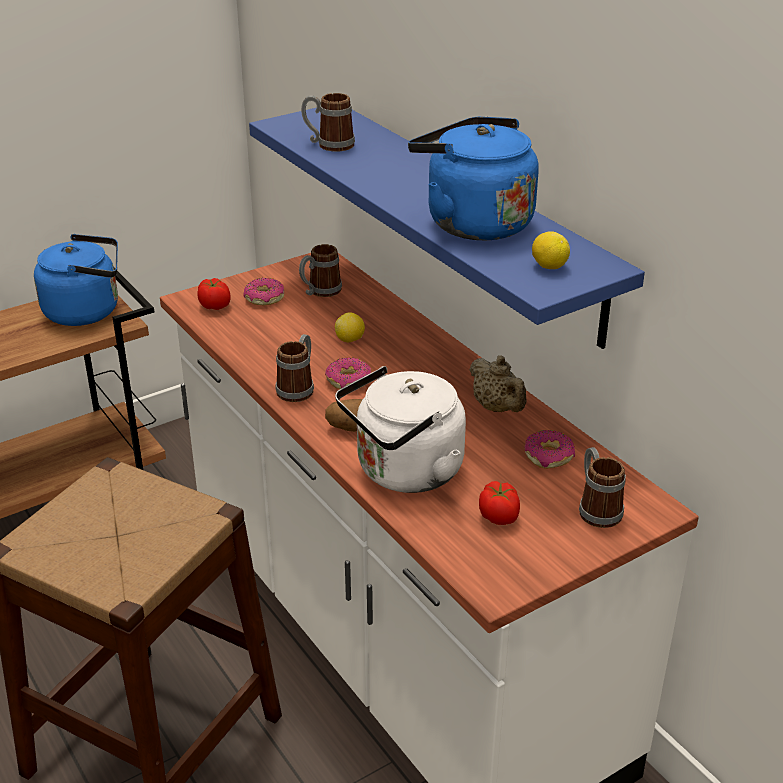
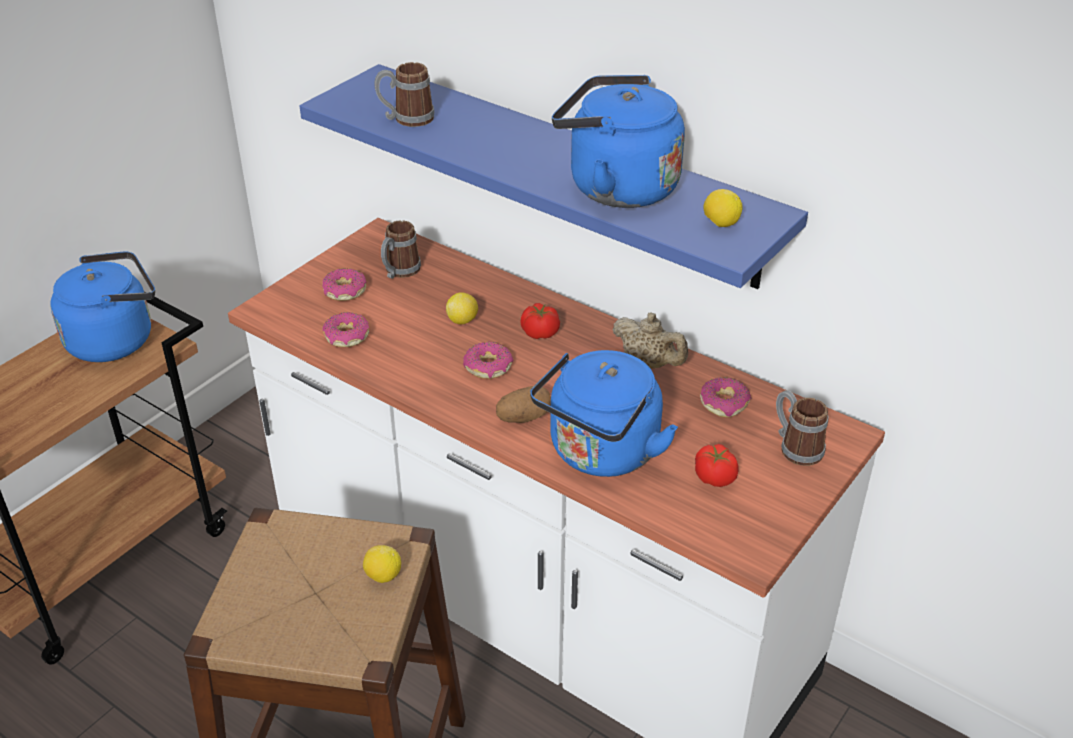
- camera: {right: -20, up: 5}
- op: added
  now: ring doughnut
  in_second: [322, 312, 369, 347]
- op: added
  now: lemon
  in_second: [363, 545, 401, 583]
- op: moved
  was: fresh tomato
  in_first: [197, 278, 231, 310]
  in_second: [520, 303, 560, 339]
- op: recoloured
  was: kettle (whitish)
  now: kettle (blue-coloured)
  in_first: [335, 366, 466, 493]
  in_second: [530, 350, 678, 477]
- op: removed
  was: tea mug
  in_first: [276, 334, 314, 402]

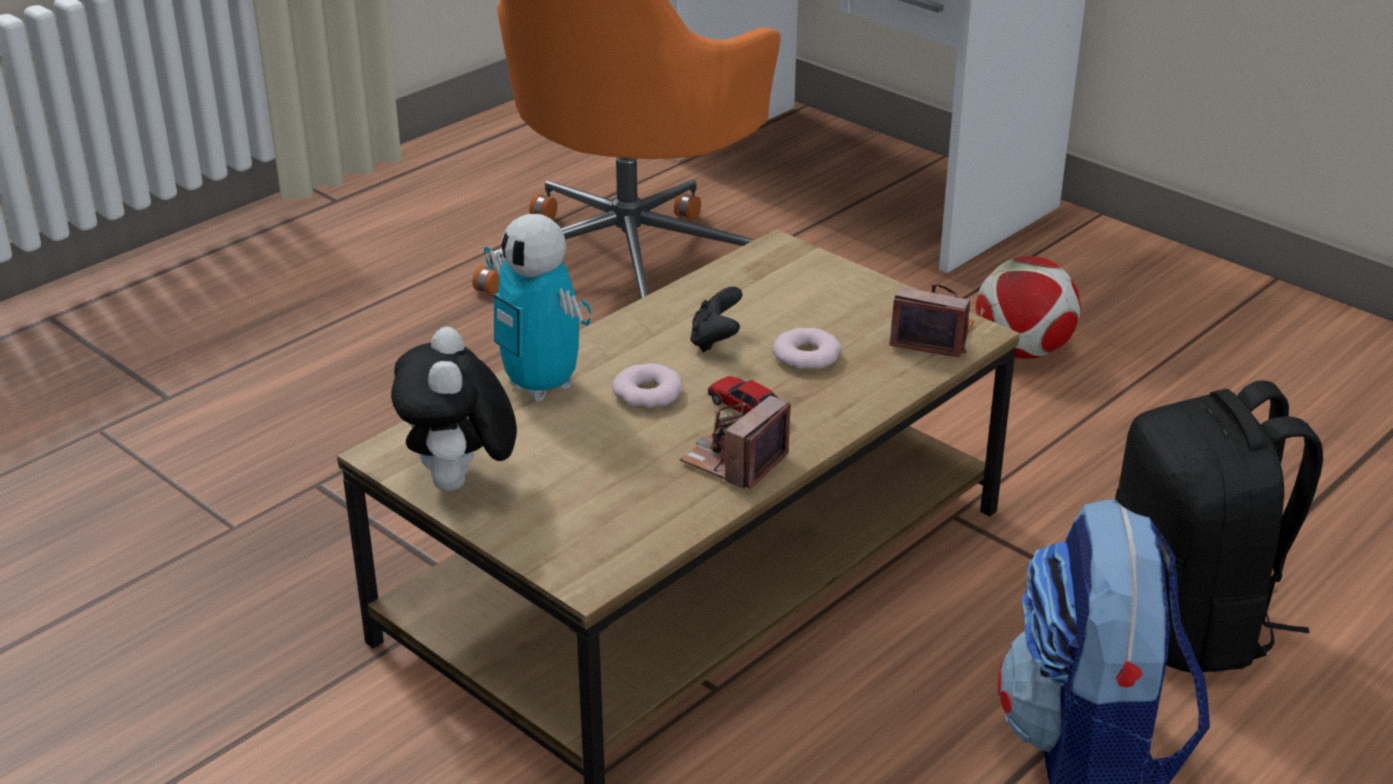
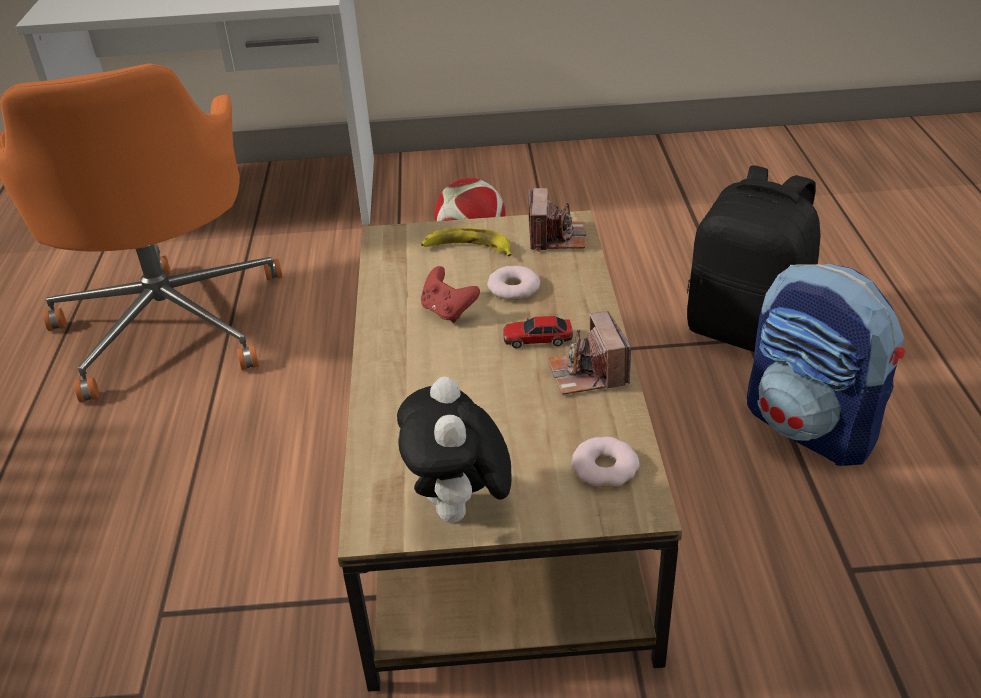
- camera: {right: -45, up: 5}
- op: turned
  was: cuddly toy
  in_first: [391, 327, 517, 491]
  in_second: [397, 377, 511, 523]
  clockwise: 45
- op: added
  now: banana
  in_second: [421, 227, 512, 256]
- op: recoloured
  was: game controller (blackish)
  now: game controller (reddish)
  in_first: [690, 287, 742, 352]
  in_second: [421, 266, 480, 323]
- op: turned
  was: photo camera
  in_first: [890, 283, 974, 358]
  in_second: [528, 188, 586, 252]
  clockwise: 120
- op: moved
  was: ring doughnut
  in_first: [612, 363, 683, 409]
  in_second: [571, 437, 640, 488]
- op: removed
  was: toy robot
  in_first: [484, 214, 591, 401]

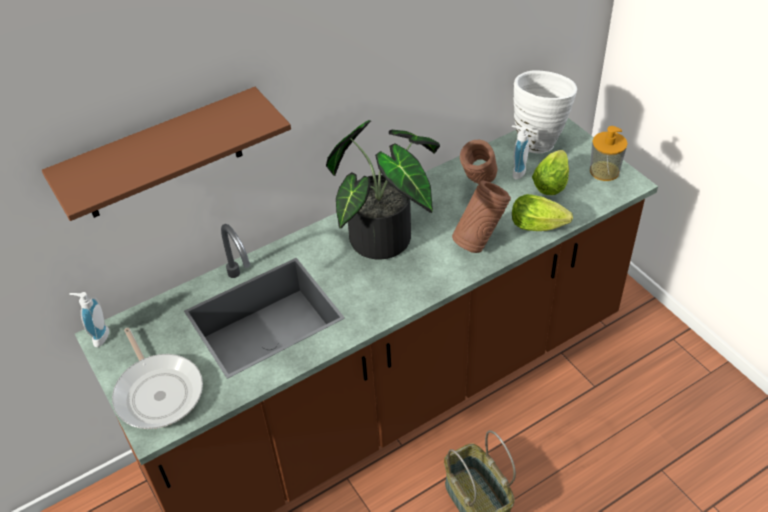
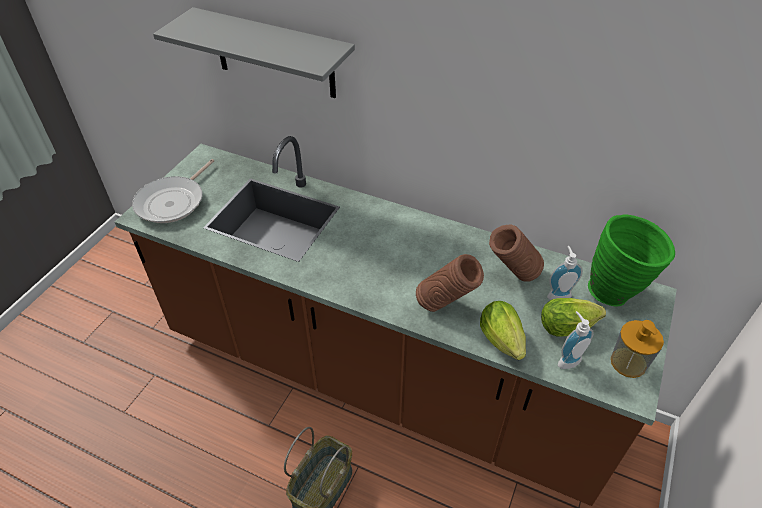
- camera: {right: 55, up: 0}
- op: recoloured
  was: wall shelf (brownish)
  now: wall shelf (greyish)
  in_first: [42, 87, 291, 221]
  in_second: [153, 7, 355, 98]
- op: moved
  was: soap dispenser
  in_first: [70, 292, 109, 347]
  in_second: [558, 311, 594, 369]
- op: recoloured
  was: decorative vase (whitish)
  now: decorative vase (green)
  in_first: [514, 70, 577, 153]
  in_second: [588, 215, 675, 307]
- op: removed
  was: plant in a pot
  in_first: [326, 120, 440, 259]

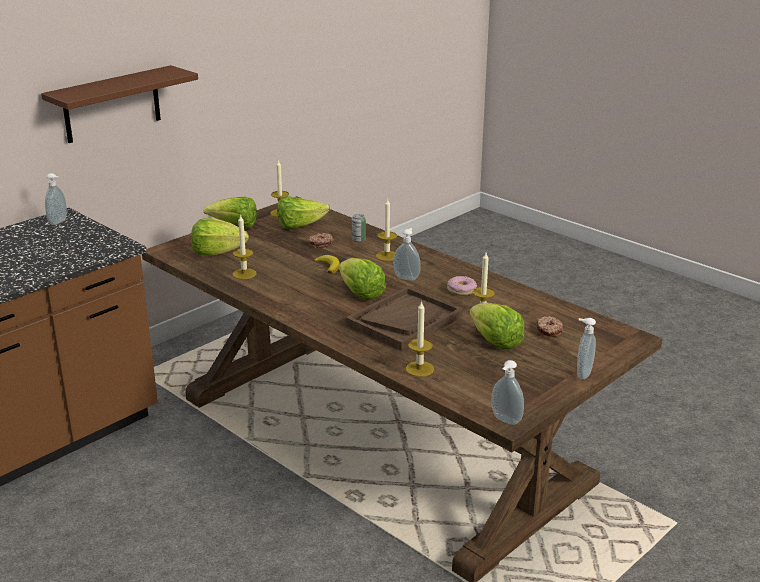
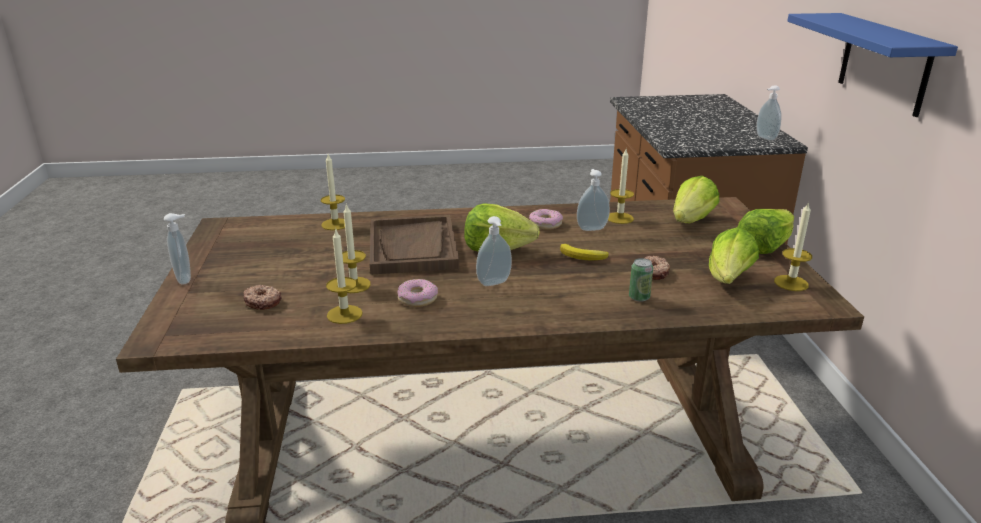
- camera: {right: 130, up: 0}
- op: moved
  was: wax light
  in_first: [376, 198, 397, 261]
  in_second: [326, 228, 363, 324]
- op: added
  now: ring doughnut
  in_second: [529, 209, 563, 230]
- op: moved
  was: soap dispenser
  in_first: [491, 360, 524, 425]
  in_second: [577, 169, 610, 231]
- op: recoloured
  was: wall shelf (brownish)
  now: wall shelf (blue-coloured)
  in_first: [41, 65, 198, 143]
  in_second: [787, 13, 958, 117]
- op: removed
  was: lettuce
  in_first: [469, 303, 524, 350]

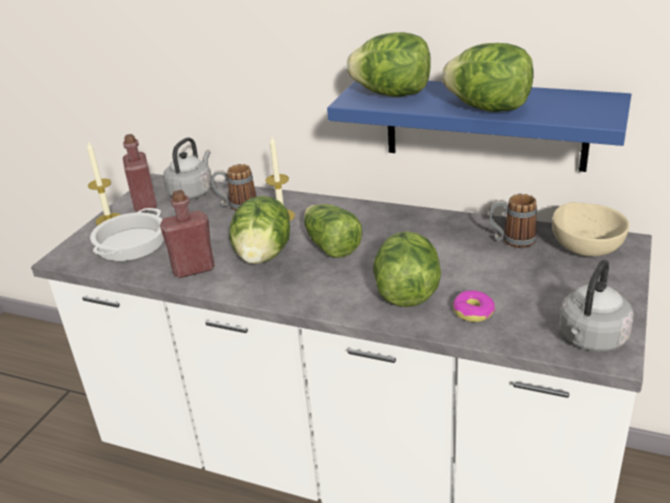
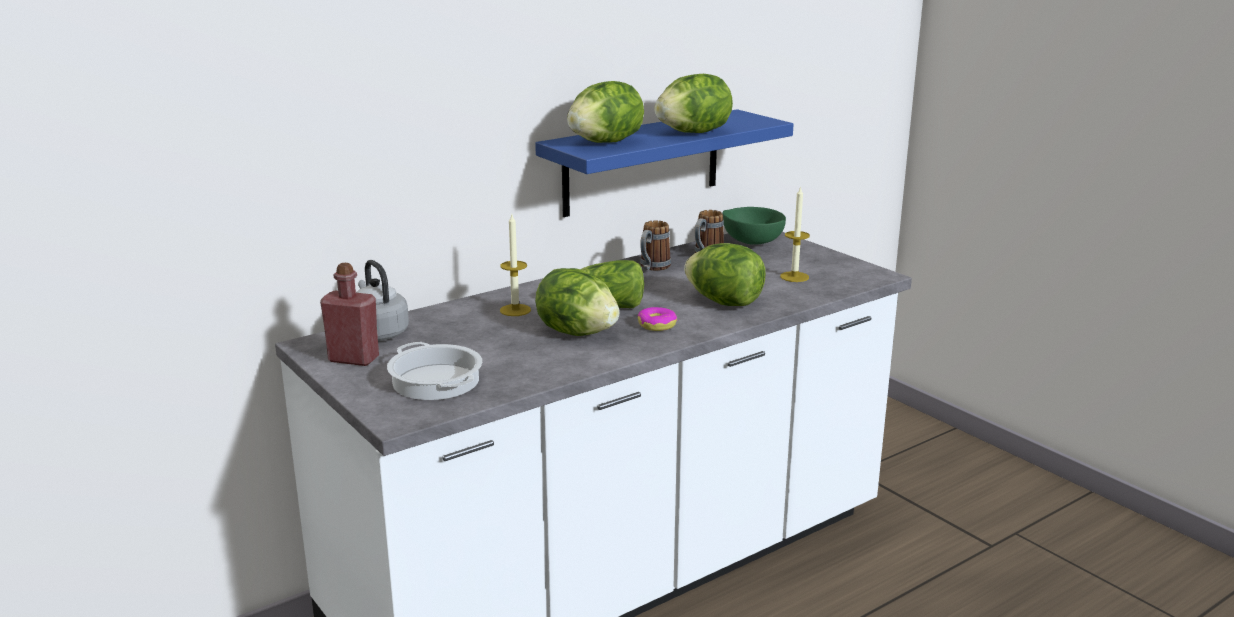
- camera: {right: -60, up: -10}
- op: moved
  was: ring doughnut
  in_first: [453, 290, 495, 322]
  in_second: [638, 307, 677, 331]
- op: moved
  was: tea mug
  in_first: [211, 164, 257, 211]
  in_second: [640, 220, 671, 271]
- op: recoloured
  was: serving bowl (beige-coloured)
  now: serving bowl (green)
  in_first: [552, 202, 629, 256]
  in_second: [722, 207, 786, 245]
- op: moved
  was: wax light
  in_first: [87, 142, 121, 225]
  in_second: [780, 186, 810, 282]
- op: removed
  was: beverage bottle (reddish)
  in_first: [160, 190, 215, 278]
- op: removed
  was: kettle (greyish)
  in_first: [559, 260, 634, 351]

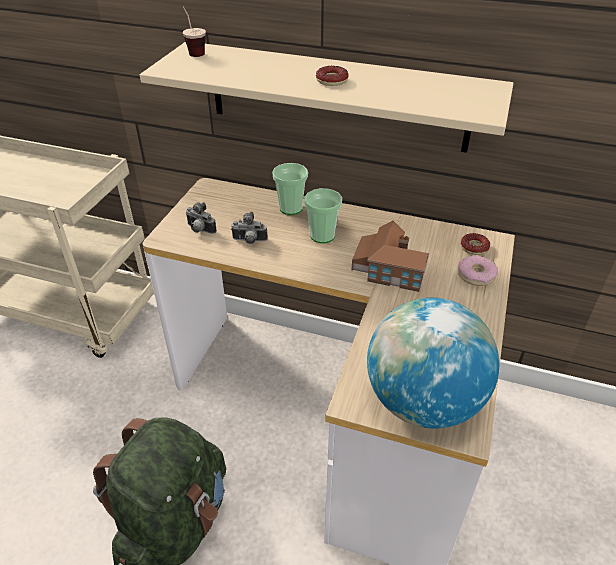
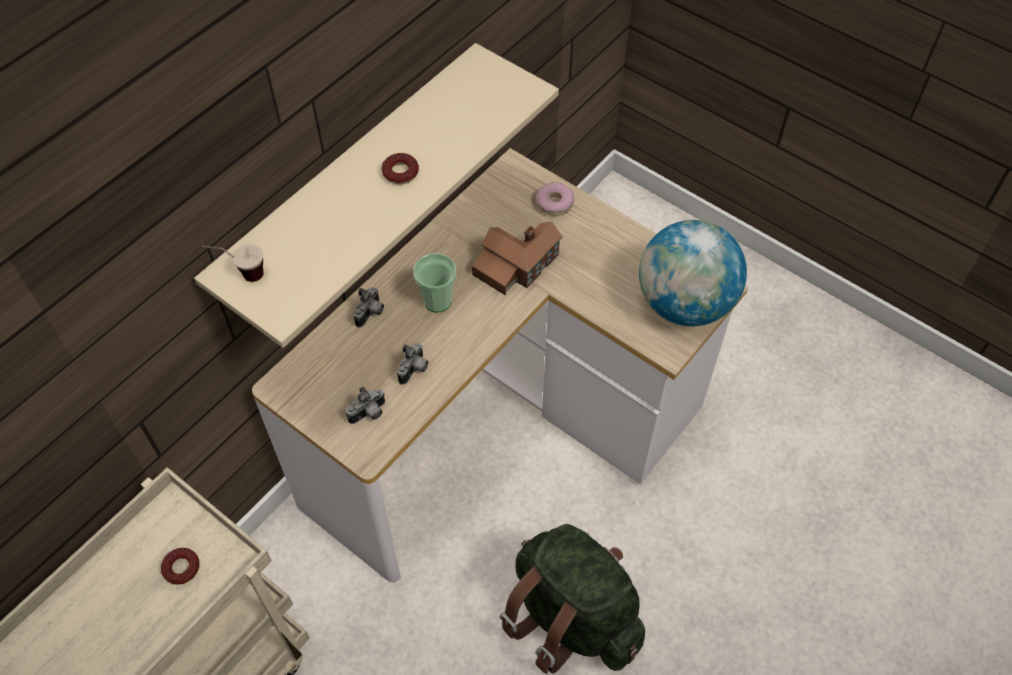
- camera: {right: -70, up: 15}
- op: moved
  was: ring doughnut
  in_first: [461, 233, 490, 255]
  in_second: [161, 548, 200, 585]
- op: replaced
  was: small cup
  now: photo camera
  in_first: [272, 163, 308, 215]
  in_second: [353, 287, 384, 328]

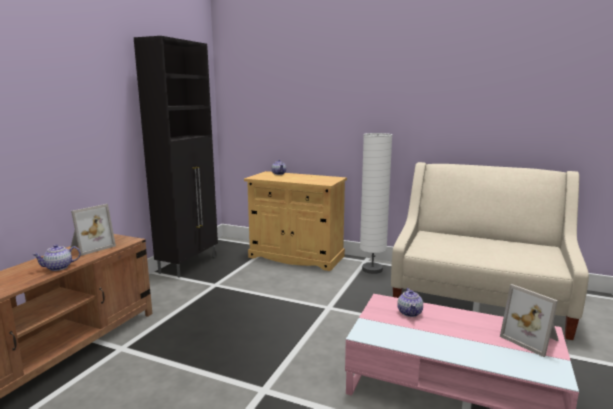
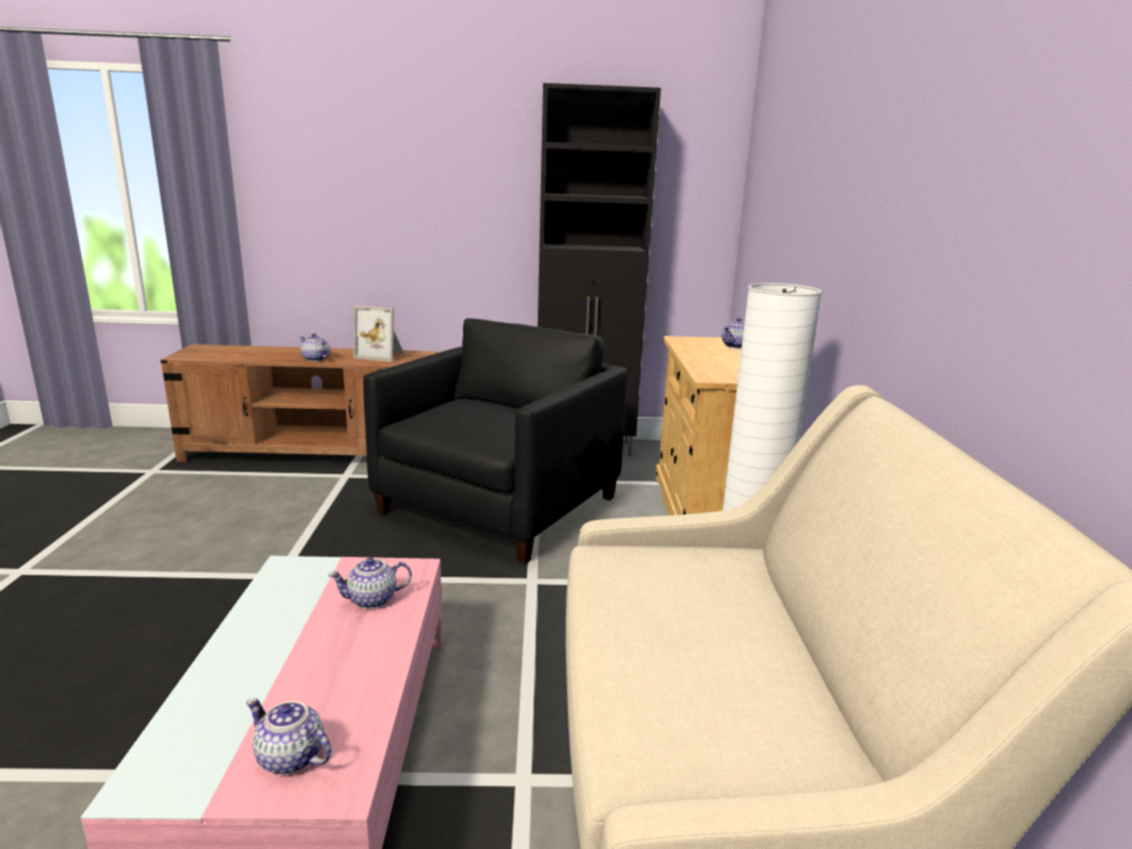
- camera: {right: 65, up: 5}
- op: replaced
  was: photo frame
  now: tea pot
  in_first: [500, 284, 559, 357]
  in_second: [246, 698, 332, 775]
- op: added
  now: armchair (blackish)
  in_second: [363, 318, 627, 564]

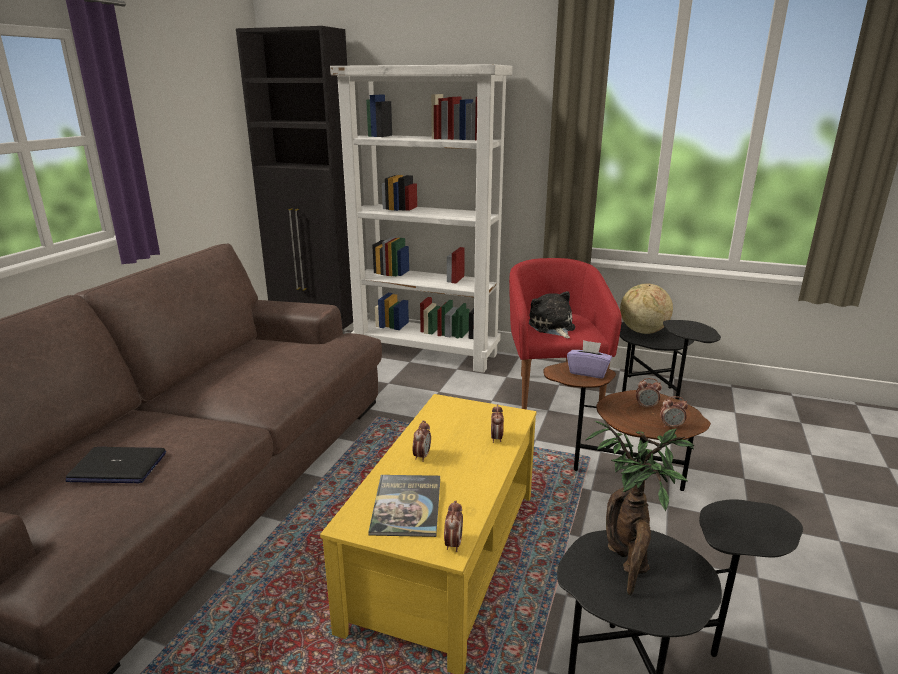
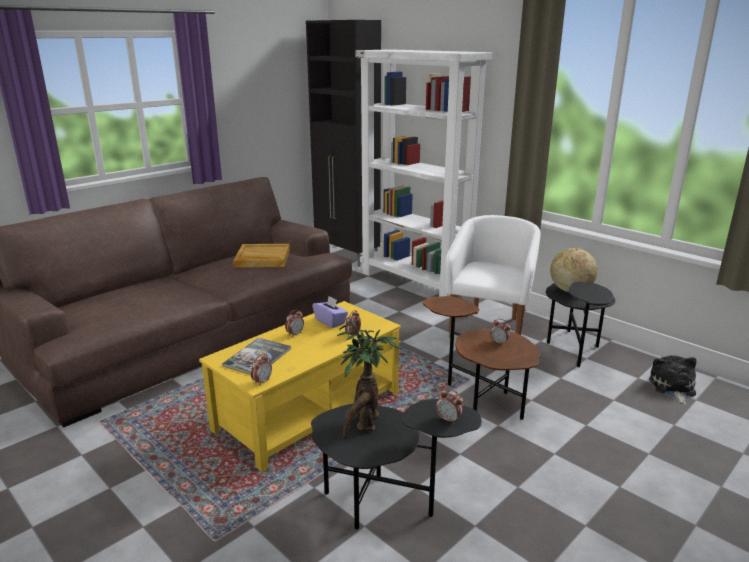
- camera: {right: 25, up: 0}
- op: added
  now: carrying tray (beige-coloured)
  in_second: [233, 244, 290, 267]
- op: moved
  was: tissue holder (purple-coloured)
  in_first: [567, 340, 612, 379]
  in_second: [312, 296, 348, 328]
- op: moved
  was: bedside clock
  in_first: [660, 396, 688, 429]
  in_second: [436, 388, 463, 424]
- op: recoloured
  was: armchair (reddish)
  now: armchair (whitish)
  in_first: [509, 258, 622, 410]
  in_second: [445, 215, 540, 338]
- op: moved
  was: cuddly toy
  in_first: [529, 291, 575, 338]
  in_second: [649, 355, 696, 405]
- op: removed
  was: portable computer
  in_first: [66, 447, 166, 483]

